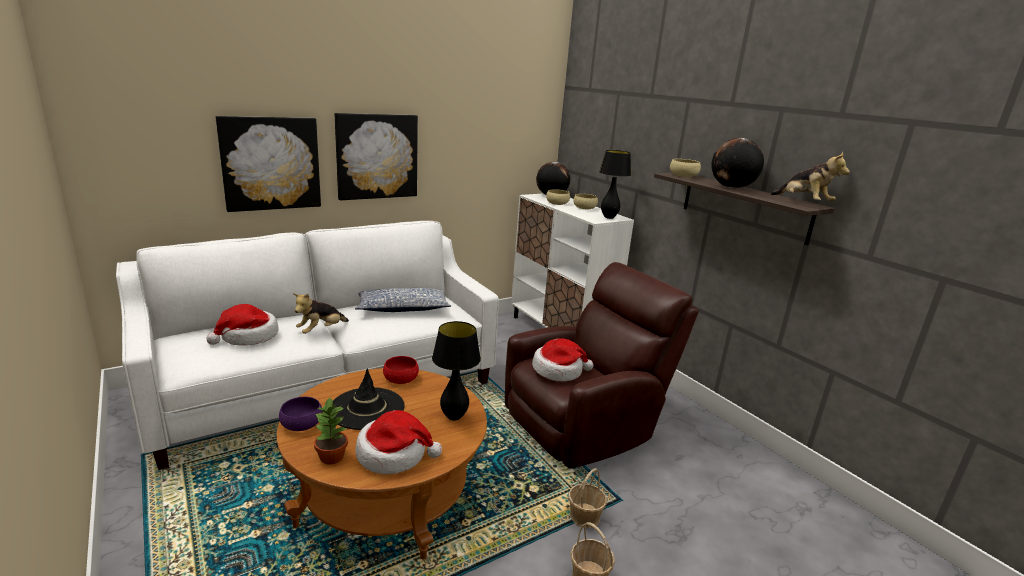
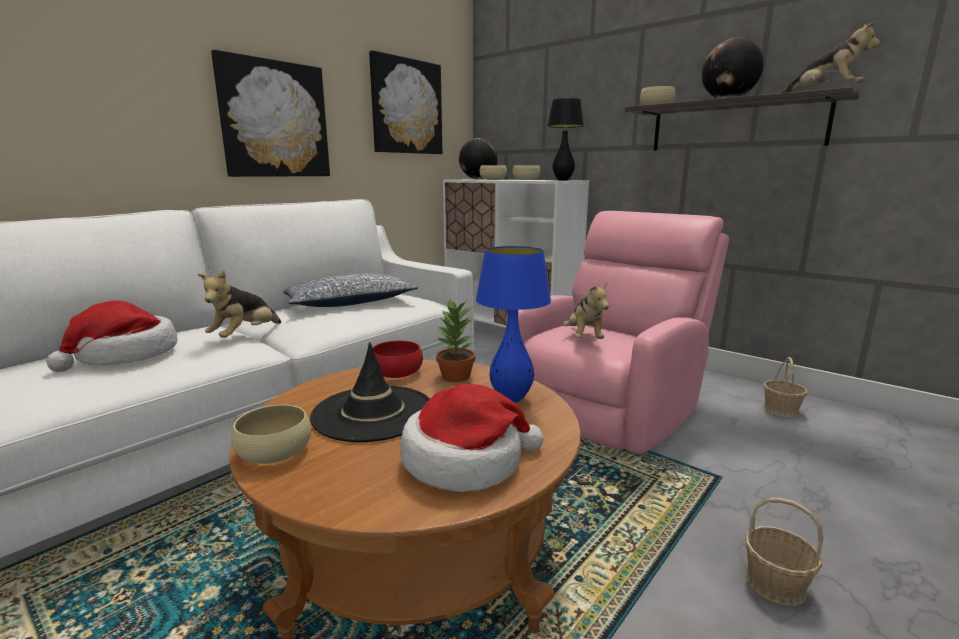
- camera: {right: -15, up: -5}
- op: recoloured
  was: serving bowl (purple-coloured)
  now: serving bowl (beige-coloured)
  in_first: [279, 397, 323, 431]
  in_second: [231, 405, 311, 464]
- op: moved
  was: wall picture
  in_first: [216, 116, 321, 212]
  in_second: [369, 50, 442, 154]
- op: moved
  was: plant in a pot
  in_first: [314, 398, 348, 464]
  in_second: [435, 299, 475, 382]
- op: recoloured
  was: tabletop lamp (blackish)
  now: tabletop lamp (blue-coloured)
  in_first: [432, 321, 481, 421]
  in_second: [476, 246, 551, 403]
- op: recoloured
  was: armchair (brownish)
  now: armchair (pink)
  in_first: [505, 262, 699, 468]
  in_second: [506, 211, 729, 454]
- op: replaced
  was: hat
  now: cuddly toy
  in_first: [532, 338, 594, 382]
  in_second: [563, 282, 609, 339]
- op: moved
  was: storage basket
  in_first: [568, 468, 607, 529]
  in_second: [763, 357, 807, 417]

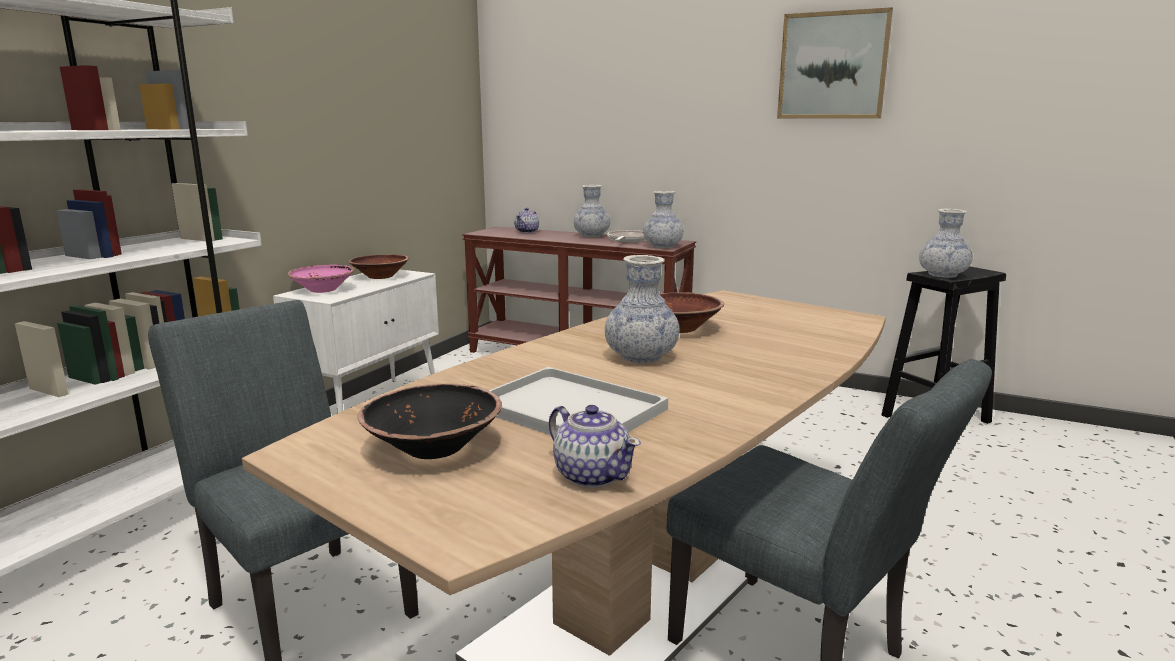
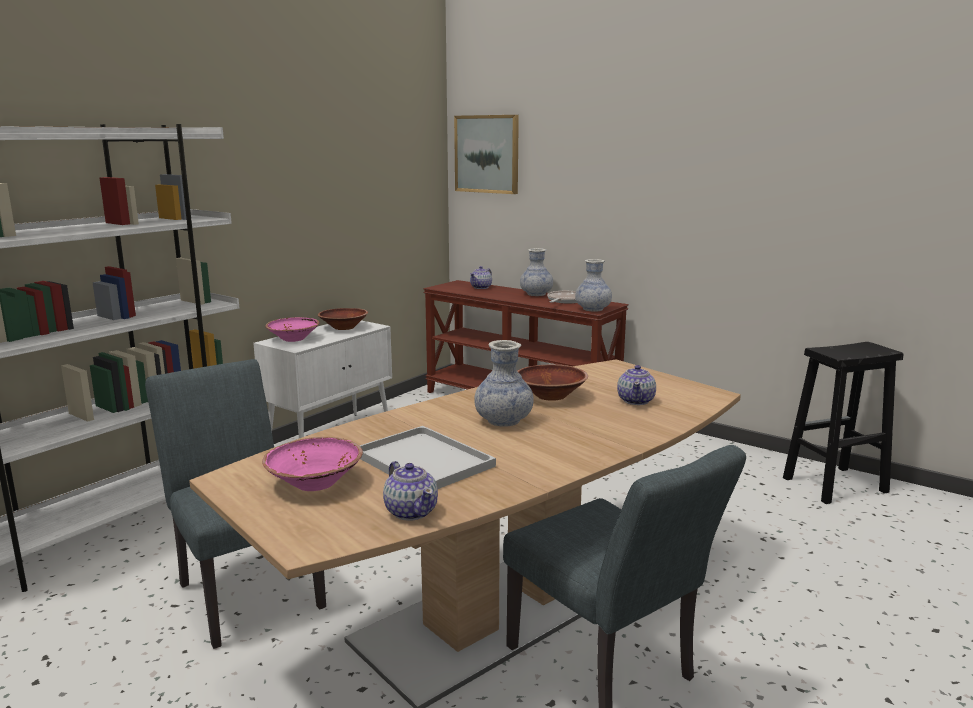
- camera: {right: 10, up: 0}
- op: recoloured
  was: serving bowl (blackish)
  now: serving bowl (pink)
  in_first: [358, 383, 502, 459]
  in_second: [262, 437, 363, 491]
- op: moved
  was: wall picture
  in_first: [777, 7, 893, 119]
  in_second: [454, 115, 519, 194]
- op: added
  now: tea pot
  in_second: [617, 365, 656, 405]
- op: removed
  was: decorative vase
  in_first: [919, 209, 973, 278]

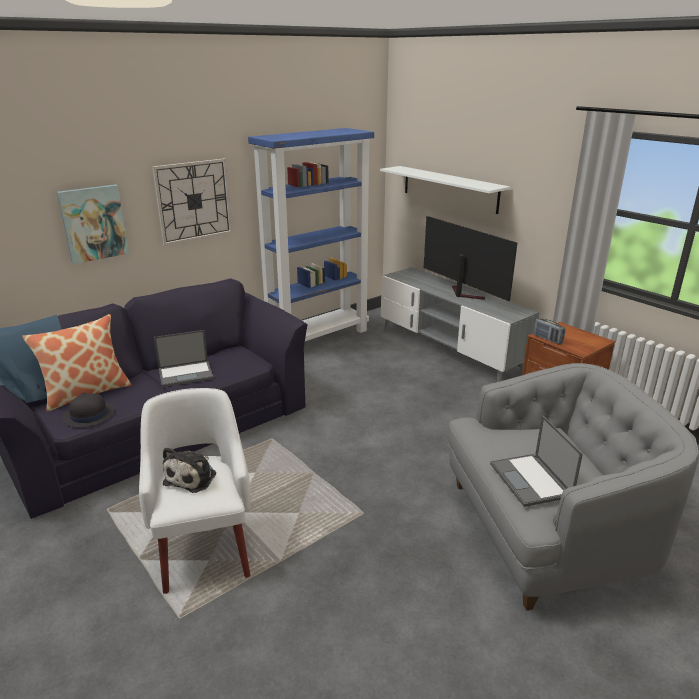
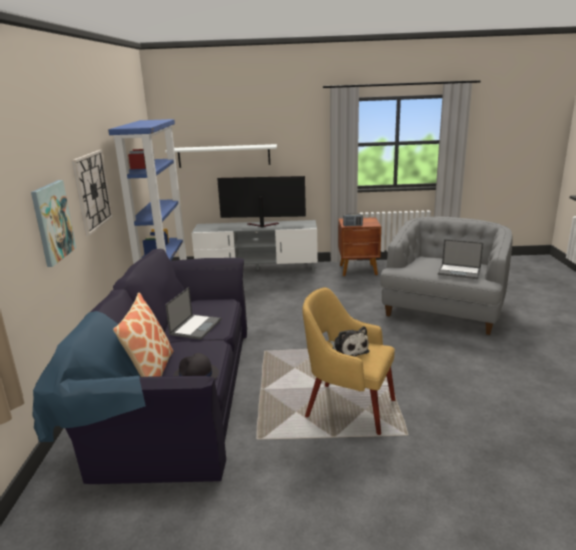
- camera: {right: -50, up: -5}
- op: recoloured
  was: armchair (whitish)
  now: armchair (yellowish)
  in_first: [139, 388, 251, 594]
  in_second: [302, 287, 395, 435]

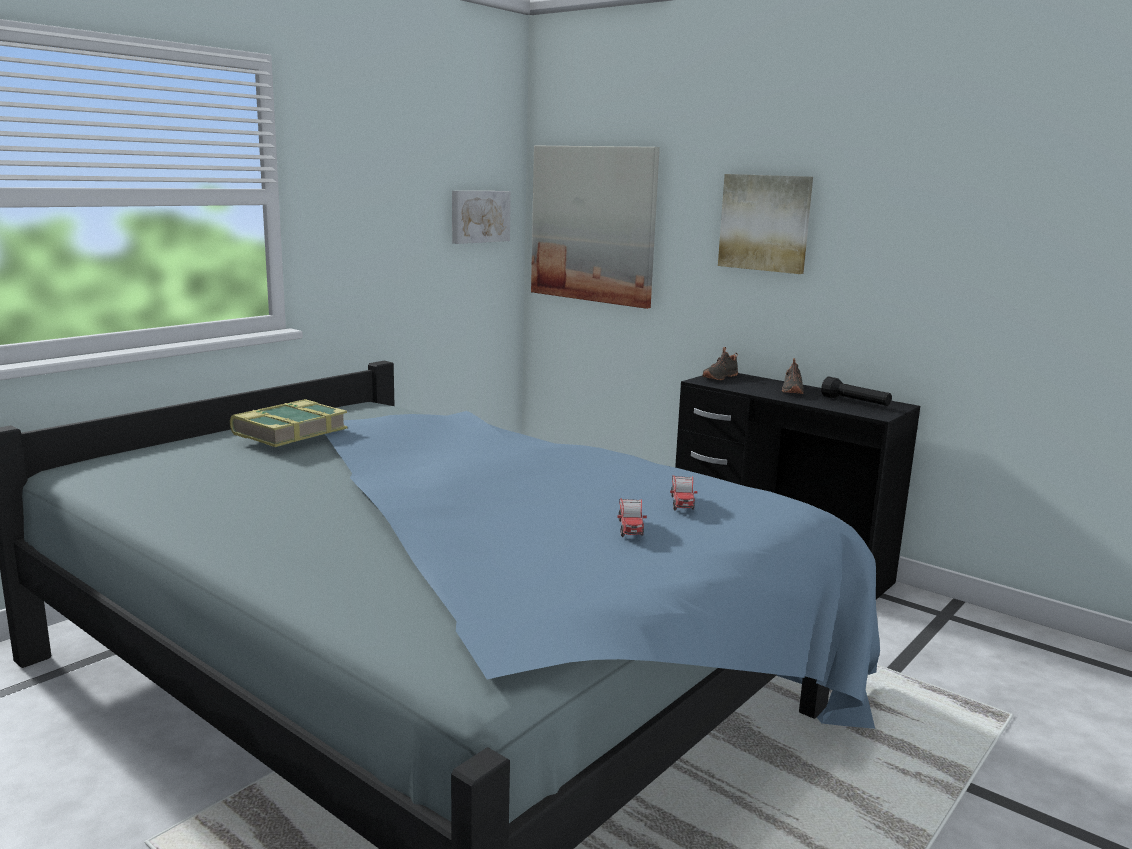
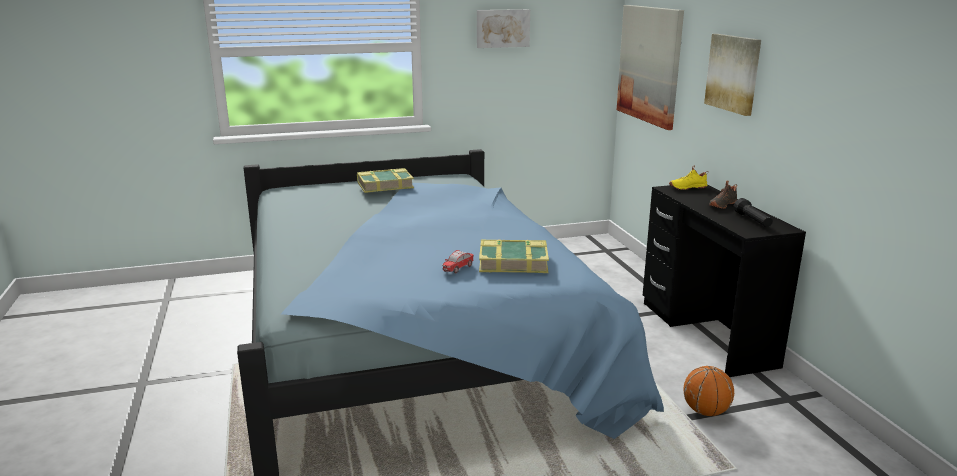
- camera: {right: 35, up: 5}
- op: moved
  was: wall picture
  in_first: [452, 191, 511, 244]
  in_second: [477, 9, 530, 48]
- op: replaced
  was: toy car
  now: volume
  in_first: [670, 475, 698, 510]
  in_second: [479, 239, 549, 273]
- op: recoloured
  was: shoe (blackish)
  now: shoe (yellowish)
  in_first: [703, 347, 738, 380]
  in_second: [669, 166, 707, 190]
- op: added
  now: basketball
  in_second: [684, 366, 734, 416]

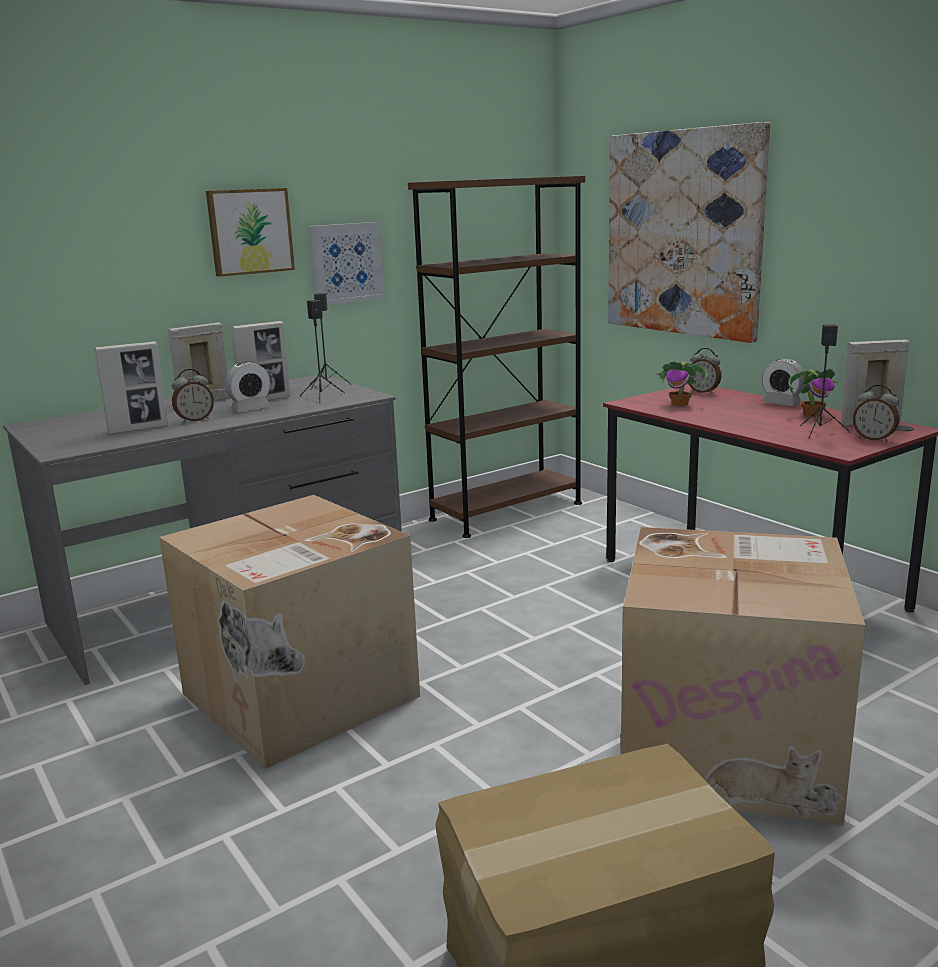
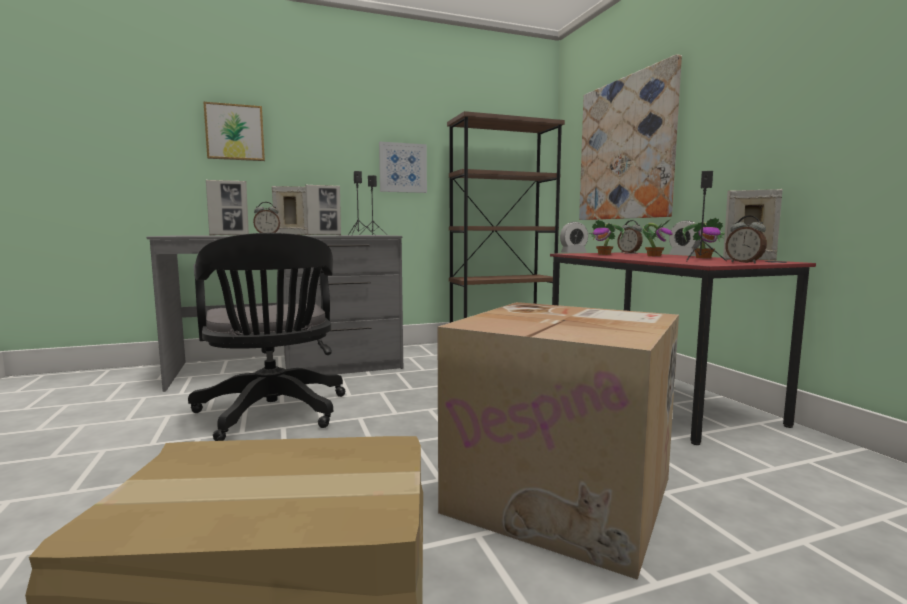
- camera: {right: 15, up: -10}
- op: replaced
  was: cardboard box
  now: desk chair (blackish)
  in_first: [159, 495, 420, 769]
  in_second: [188, 233, 345, 441]
- op: moved
  was: wall picture
  in_first: [206, 188, 295, 277]
  in_second: [204, 102, 265, 161]
- op: moved
  was: bedside clock
  in_first: [225, 361, 271, 412]
  in_second: [560, 222, 588, 253]
- op: added
  now: plant in a pot
  in_second: [643, 220, 673, 256]

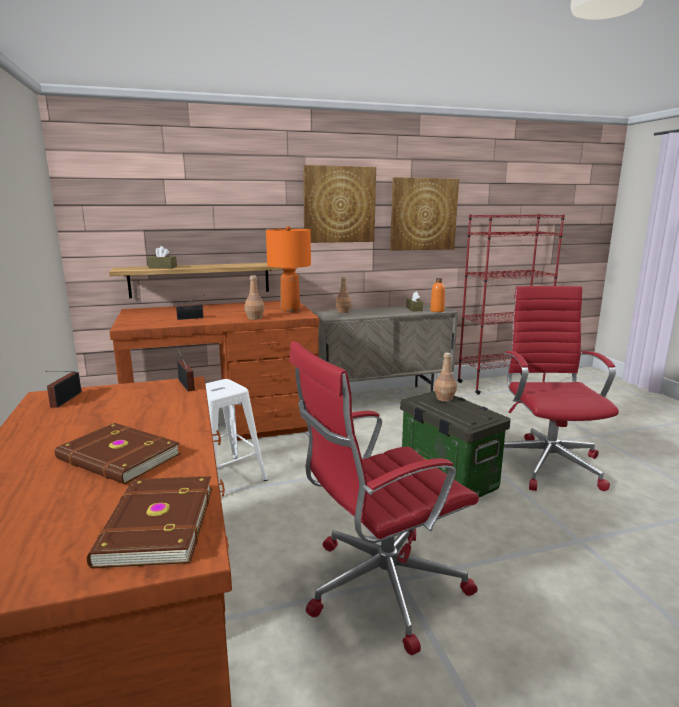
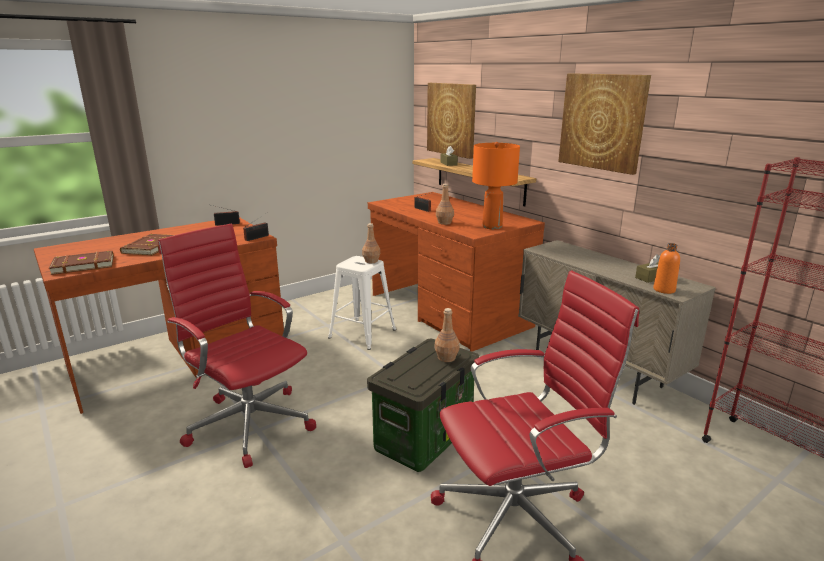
- camera: {right: 70, up: 5}
- op: moved
  was: beverage bottle (brownish)
  in_first: [335, 277, 352, 313]
  in_second: [362, 223, 380, 263]
- op: moved
  was: wall picture
  in_first: [390, 177, 459, 251]
  in_second: [427, 83, 476, 159]

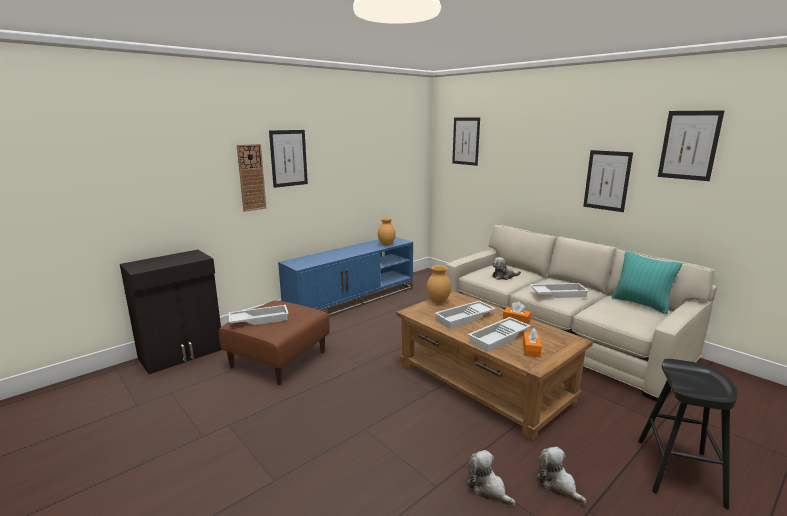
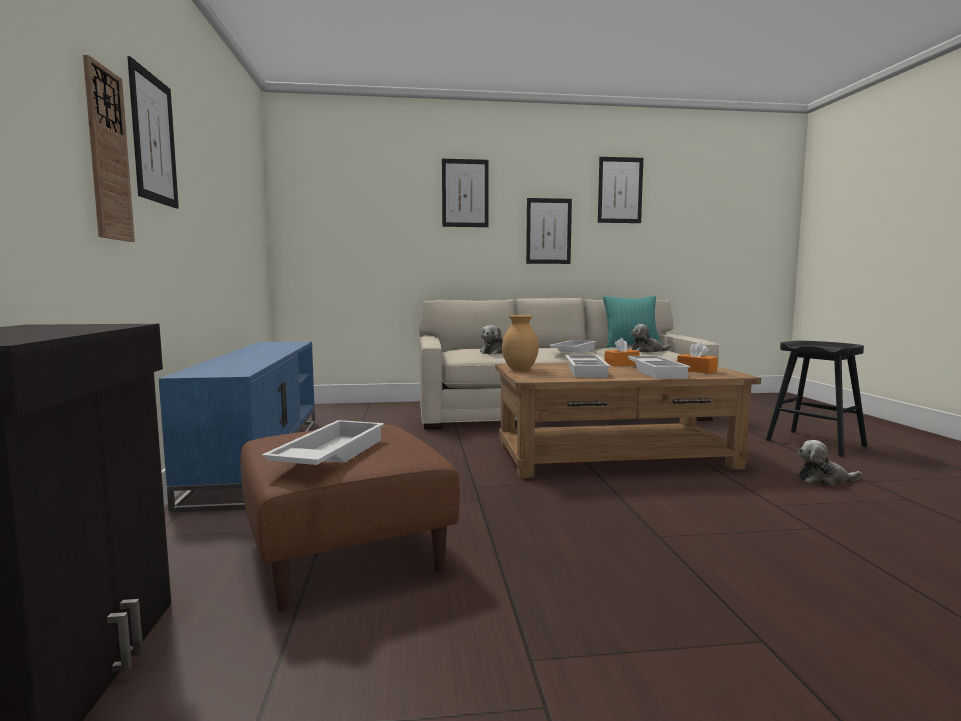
- camera: {right: -55, up: -10}
- op: moved
  was: wall picture
  in_first: [452, 118, 480, 166]
  in_second: [442, 159, 489, 227]
- op: moved
  was: cuddly toy
  in_first: [467, 450, 515, 506]
  in_second: [630, 324, 671, 352]
- op: removed
  was: decorative vase (brownish)
  in_first: [378, 218, 396, 246]

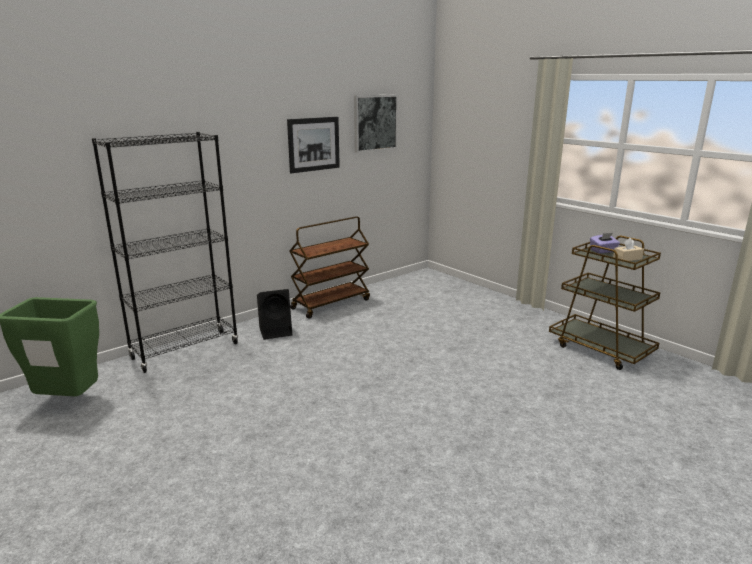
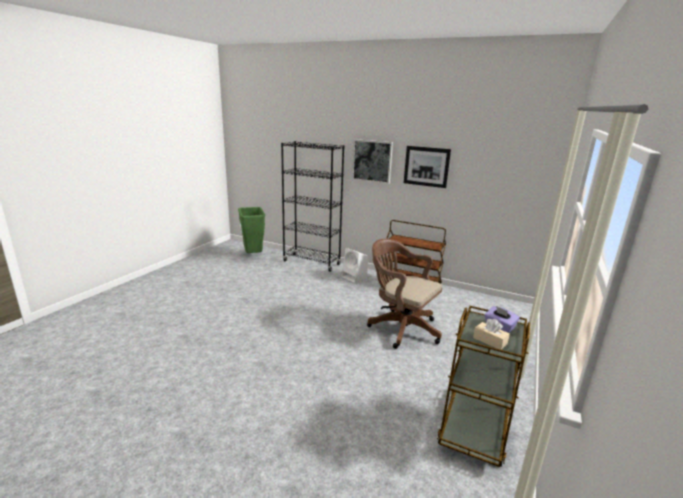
- camera: {right: 65, up: 0}
- op: recoloured
  was: speaker (blackish)
  now: speaker (whitish)
  in_first: [257, 289, 292, 340]
  in_second: [342, 248, 368, 283]
- op: moved
  was: wall picture
  in_first: [354, 94, 398, 153]
  in_second: [352, 139, 393, 184]
- op: added
  now: desk chair (brownish)
  in_second: [367, 239, 442, 349]

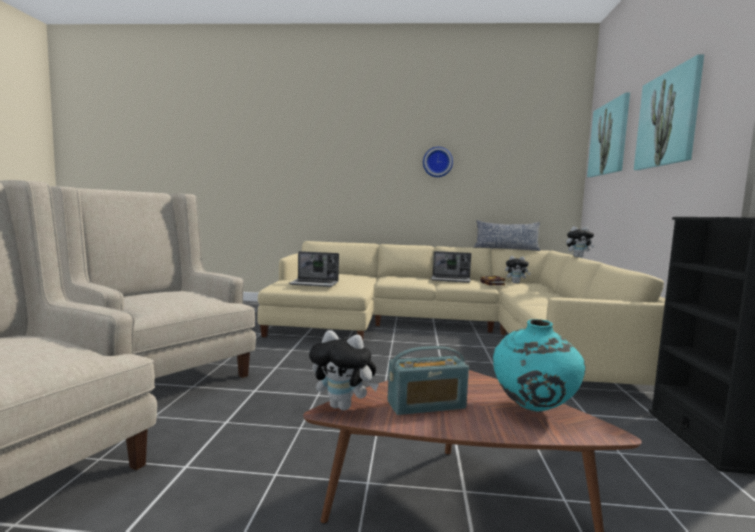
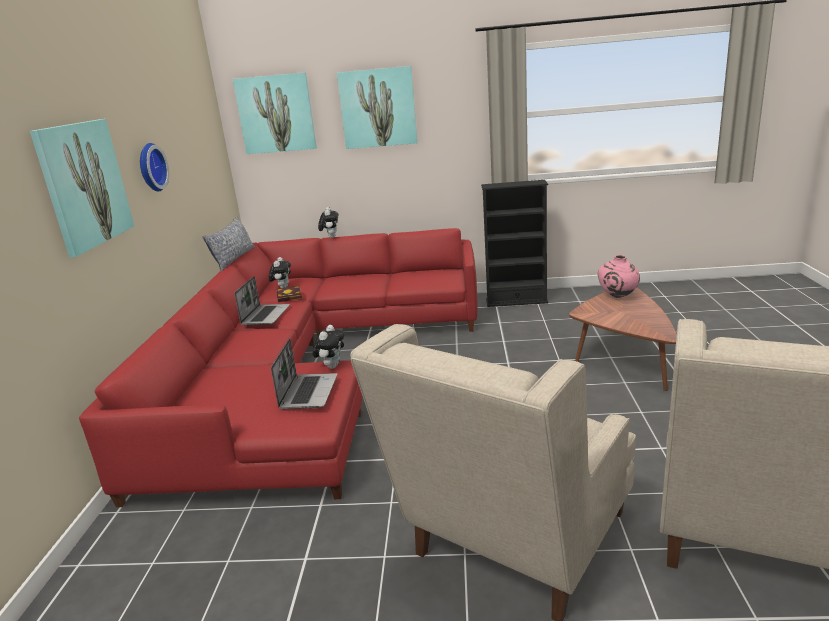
- camera: {right: -90, up: 15}
- op: added
  now: wall picture
  in_second: [30, 119, 134, 258]
- op: recoloured
  was: couch (beige-coloured)
  now: couch (reddish)
  in_first: [257, 241, 665, 385]
  in_second: [79, 228, 478, 507]
- op: moved
  was: cuddly toy
  in_first: [309, 330, 379, 411]
  in_second: [313, 325, 344, 369]
- op: recoloured
  was: decorative vase (blue-green)
  now: decorative vase (pink)
  in_first: [493, 319, 586, 411]
  in_second: [598, 255, 640, 298]
- op: removed
  was: radio
  in_first: [388, 346, 469, 415]

